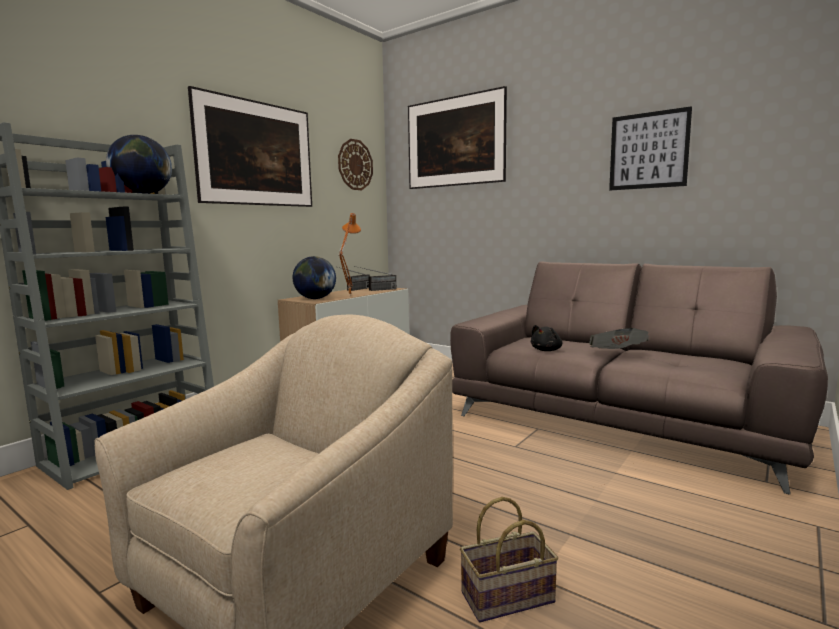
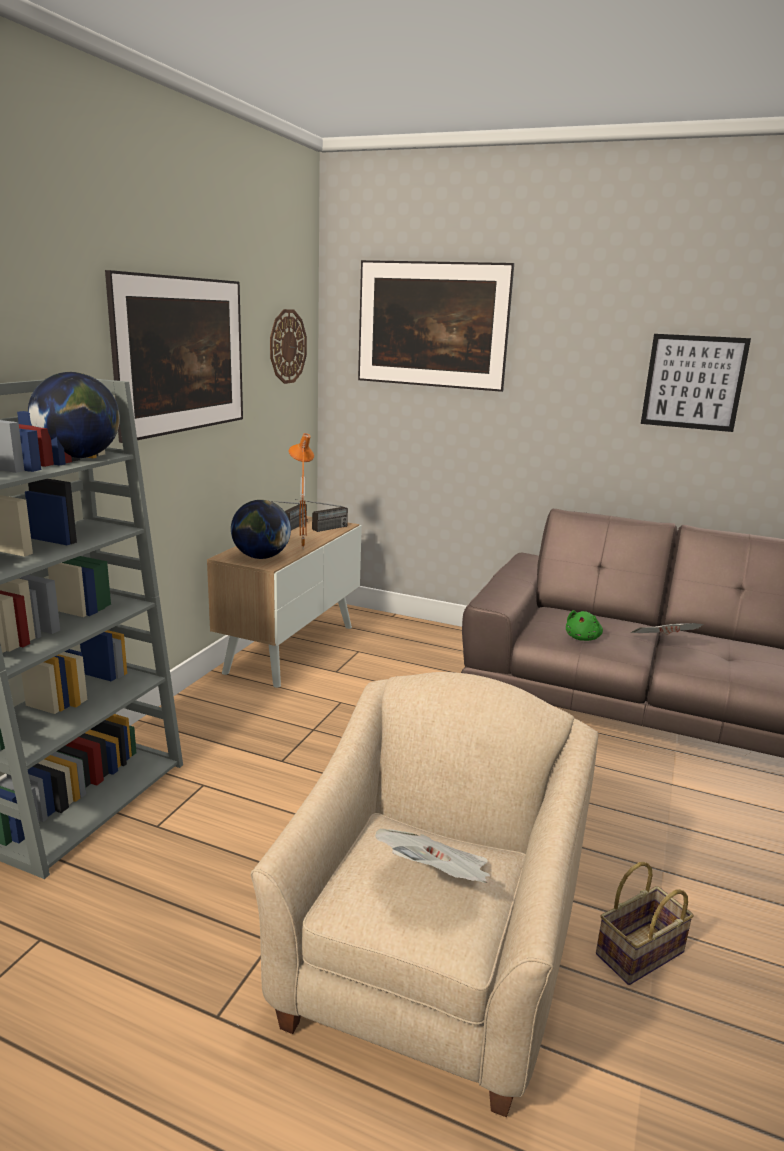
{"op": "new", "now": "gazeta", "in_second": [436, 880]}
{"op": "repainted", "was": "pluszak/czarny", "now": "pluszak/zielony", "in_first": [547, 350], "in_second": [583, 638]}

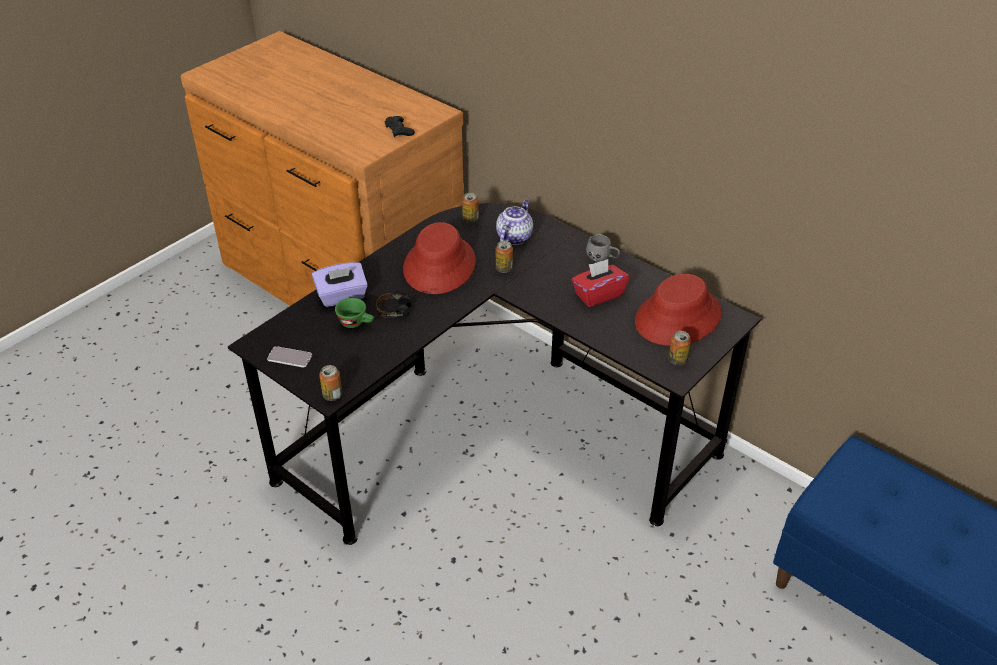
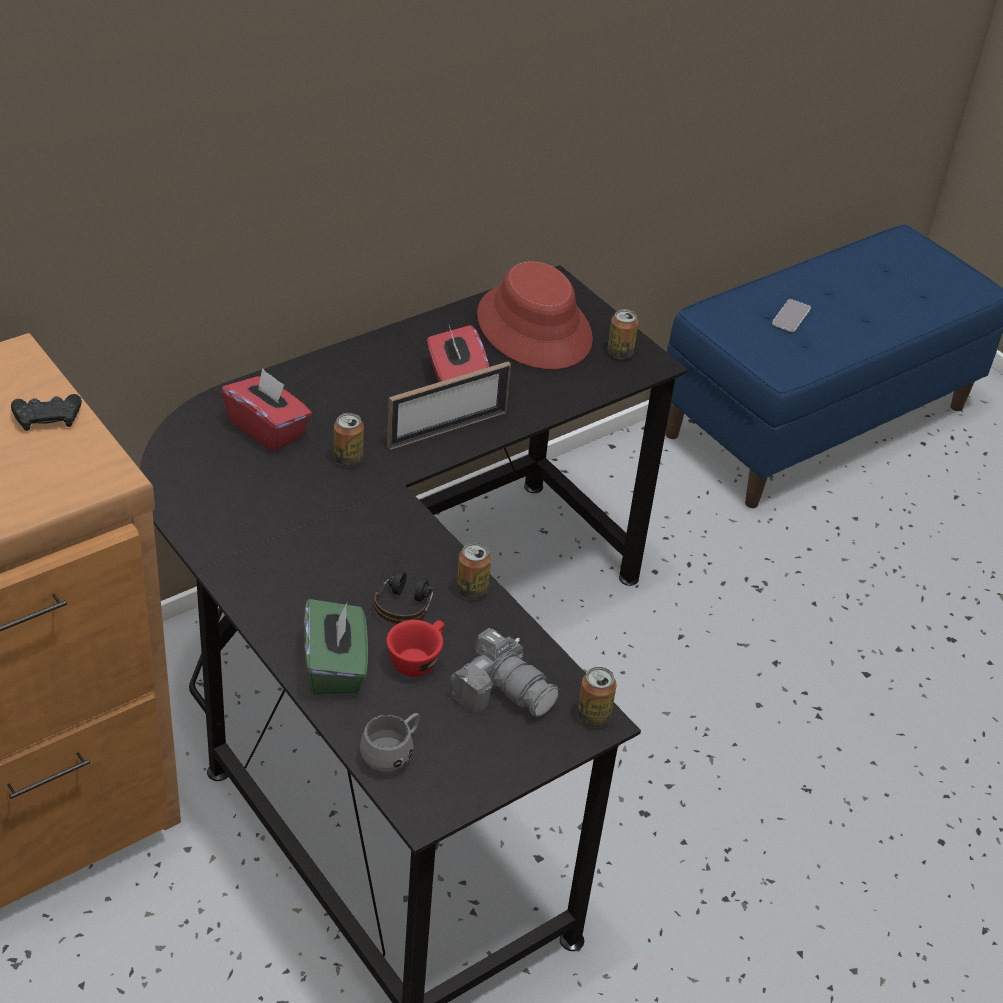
{"op": "gone", "was": "kapelusz/czerwony", "in_first": [440, 265]}
{"op": "new", "now": "ramka na zdjęcie", "in_second": [447, 429]}
{"op": "new", "now": "aparat fotograficzny", "in_second": [503, 691]}
{"op": "shifted", "was": "telefon", "in_first": [290, 357], "in_second": [791, 317]}
{"op": "shifted", "was": "puszka", "in_first": [470, 219], "in_second": [472, 591]}
{"op": "shifted", "was": "kubek/szary", "in_first": [602, 259], "in_second": [393, 754]}
{"op": "swapped", "was": "imbryk", "now": "pudełko chusteczek/czerwony", "in_first": [514, 237], "in_second": [268, 429]}
{"op": "repainted", "was": "pudełko chusteczek/fioletowy", "now": "pudełko chusteczek/zielony", "in_first": [342, 296], "in_second": [335, 667]}
{"op": "repainted", "was": "filiżanka/zielony", "now": "filiżanka/czerwony", "in_first": [356, 323], "in_second": [418, 659]}

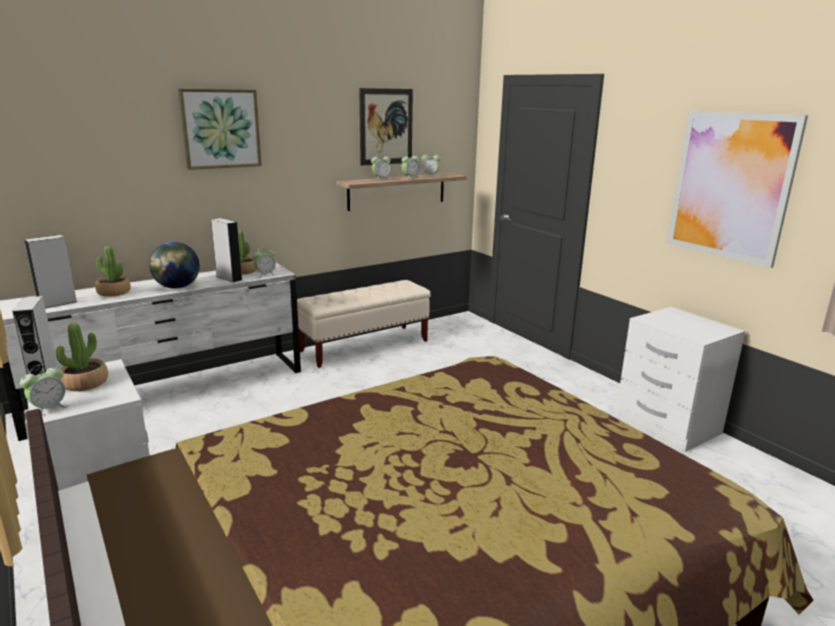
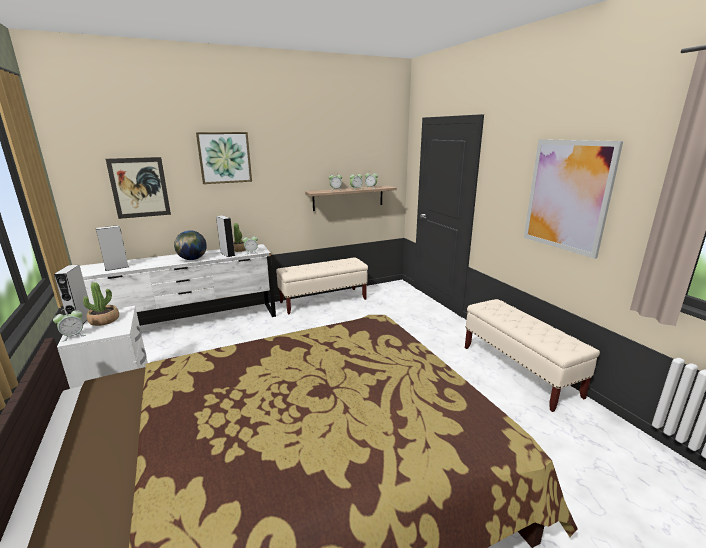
{"op": "gone", "was": "roślina doniczkowa", "in_first": [114, 292]}
{"op": "shifted", "was": "obraz", "in_first": [386, 127], "in_second": [139, 187]}
{"op": "swapped", "was": "szafka nocna/biały", "now": "ławka/beżowy", "in_first": [667, 425], "in_second": [519, 371]}

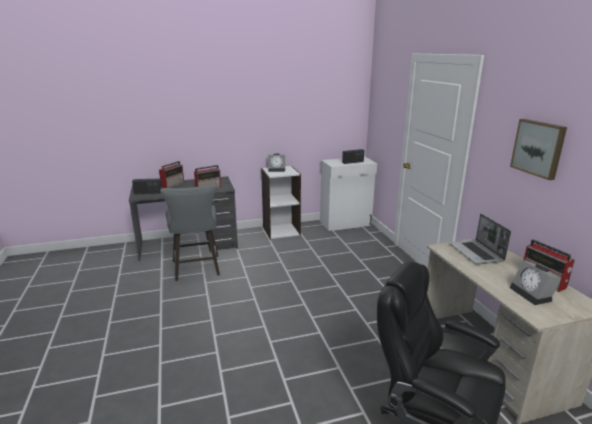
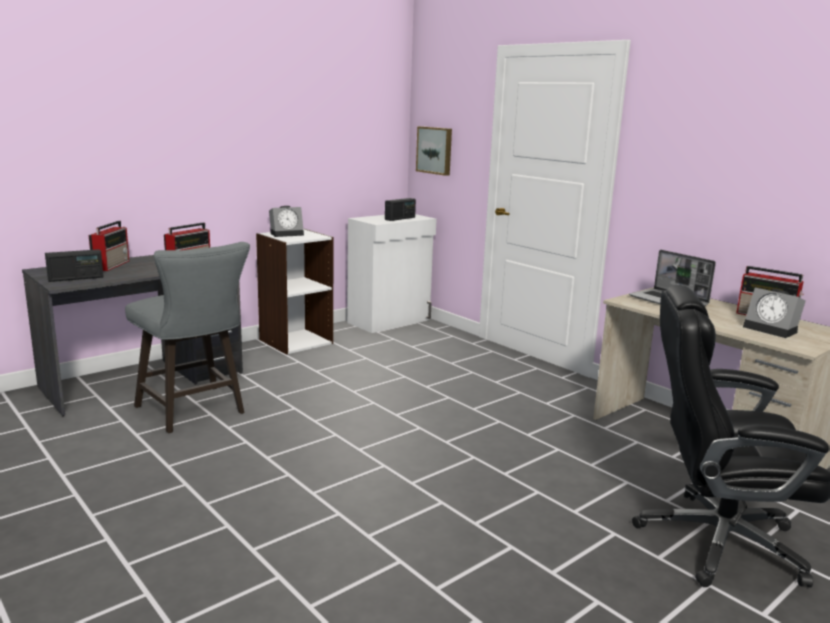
{"op": "shifted", "was": "obraz", "in_first": [538, 148], "in_second": [435, 150]}

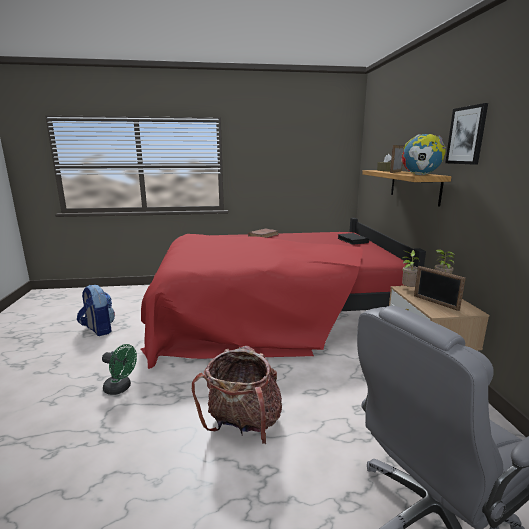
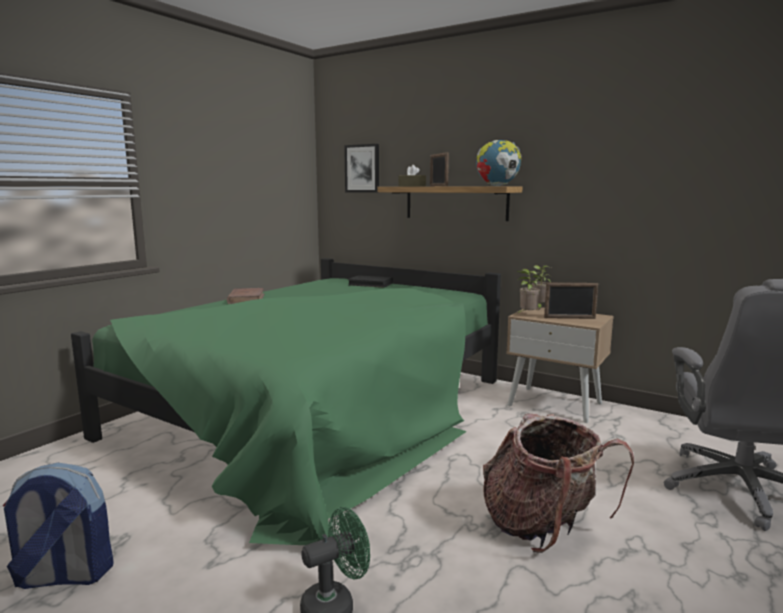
{"op": "shifted", "was": "obraz", "in_first": [466, 135], "in_second": [362, 168]}
{"op": "repainted", "was": "łóżko/czerwony", "now": "łóżko/zielony", "in_first": [273, 312], "in_second": [319, 412]}

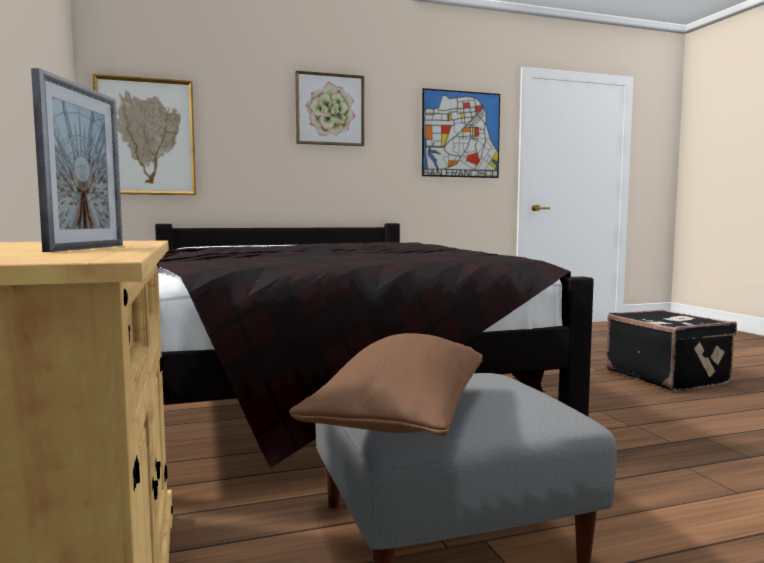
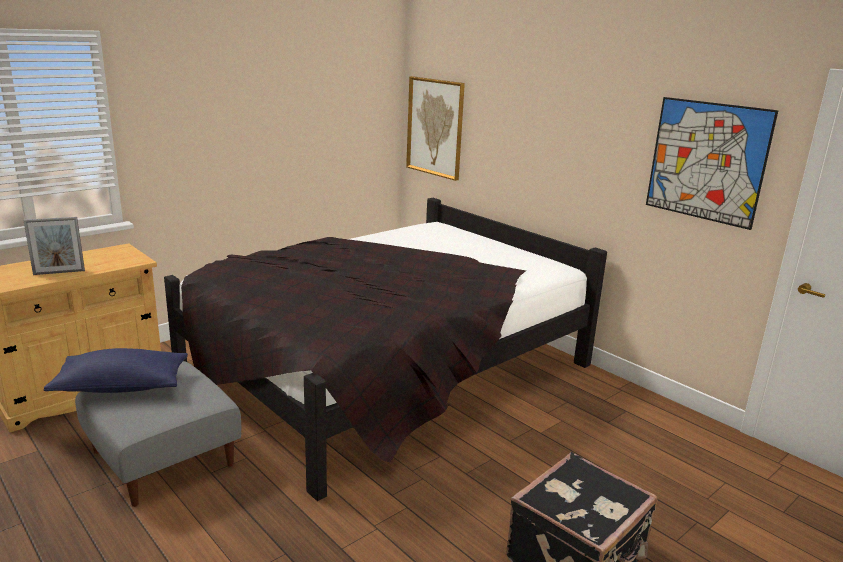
{"op": "gone", "was": "obraz", "in_first": [330, 109]}
{"op": "repainted", "was": "poduszka/brązowy", "now": "poduszka/niebieski", "in_first": [402, 417], "in_second": [122, 387]}

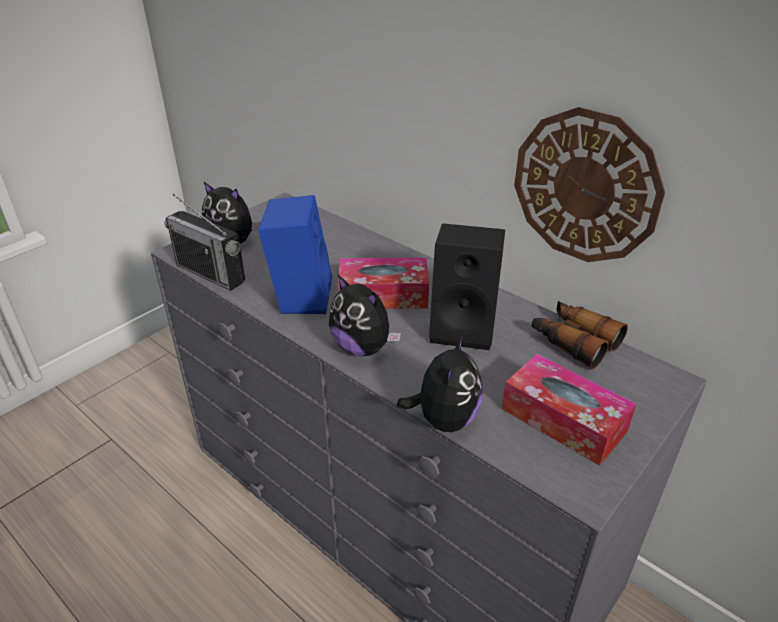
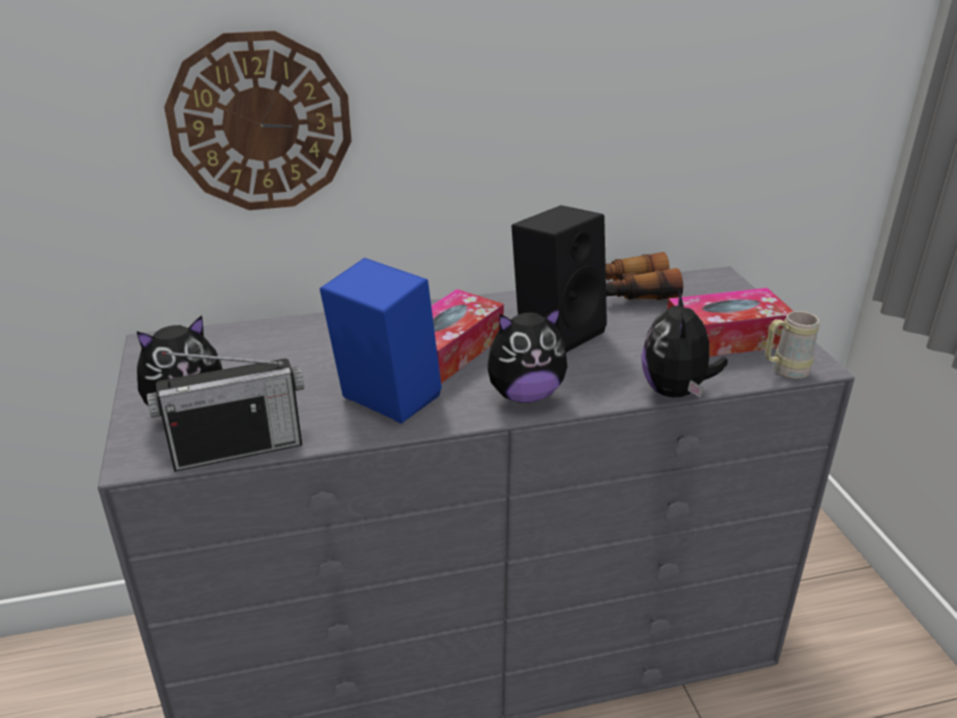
{"op": "new", "now": "kubek/beżowy", "in_second": [784, 371]}
{"op": "shifted", "was": "zegar ścienny", "in_first": [585, 187], "in_second": [260, 123]}
{"op": "rotated", "was": "pluszak", "in_first": [444, 419], "in_second": [676, 392], "clockwise": -135}

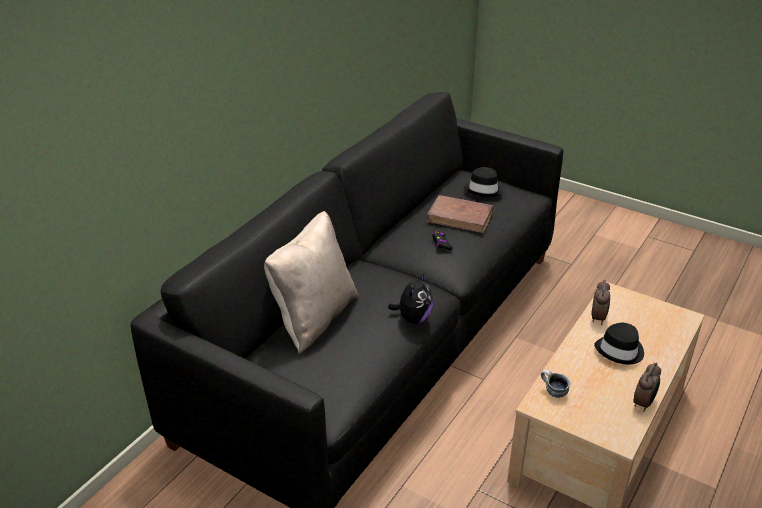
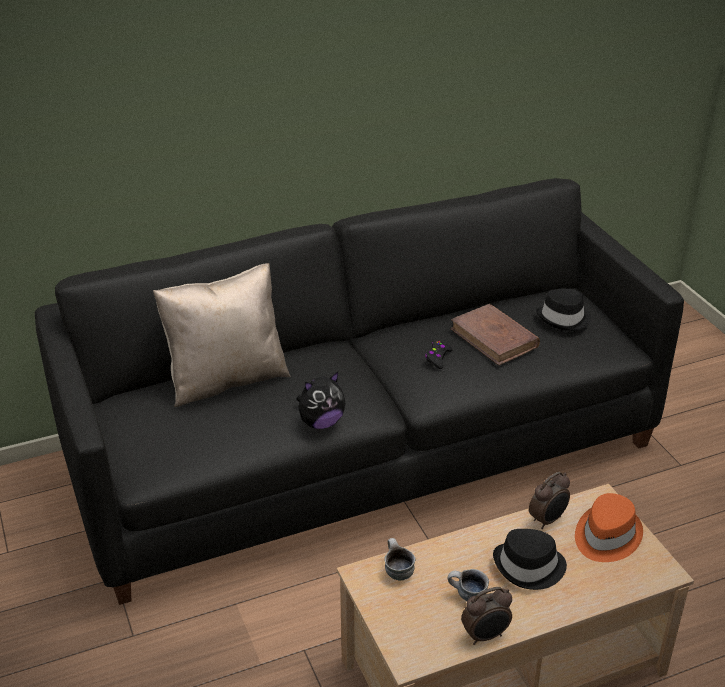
{"op": "new", "now": "kubek", "in_second": [467, 596]}
{"op": "new", "now": "kapelusz/pomarańczowy", "in_second": [606, 536]}

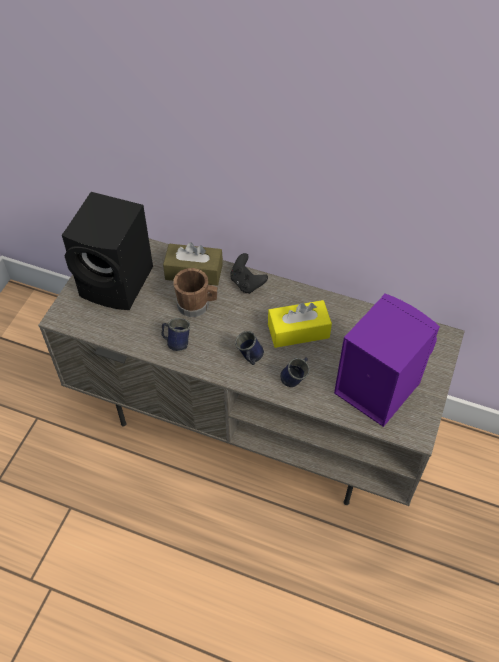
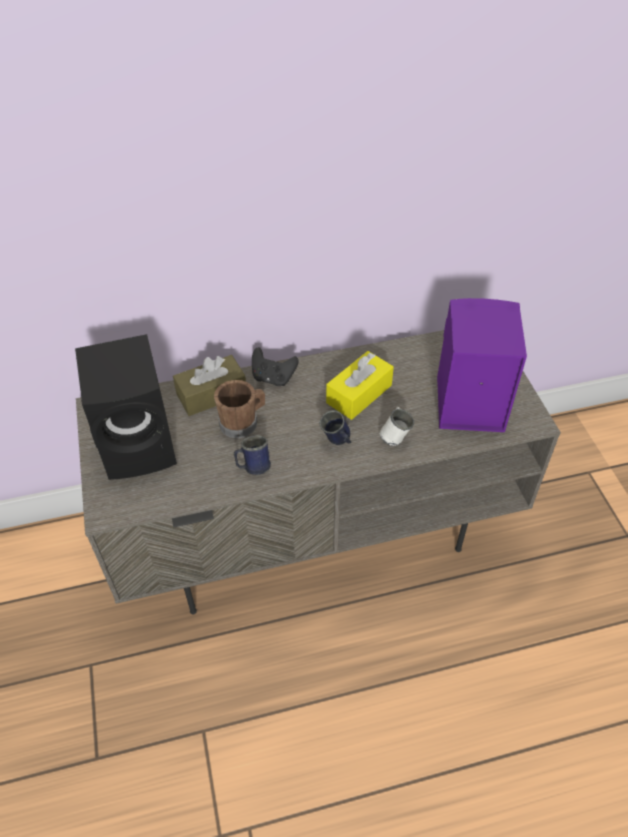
{"op": "repainted", "was": "kubek/niebieski", "now": "kubek/biały", "in_first": [295, 379], "in_second": [395, 435]}

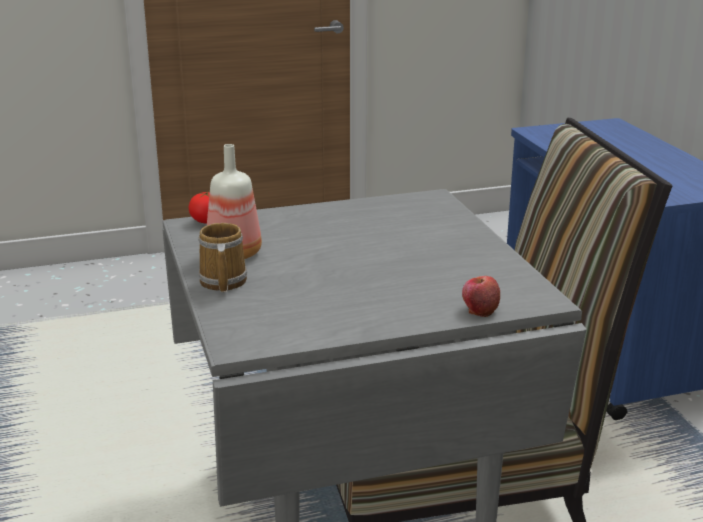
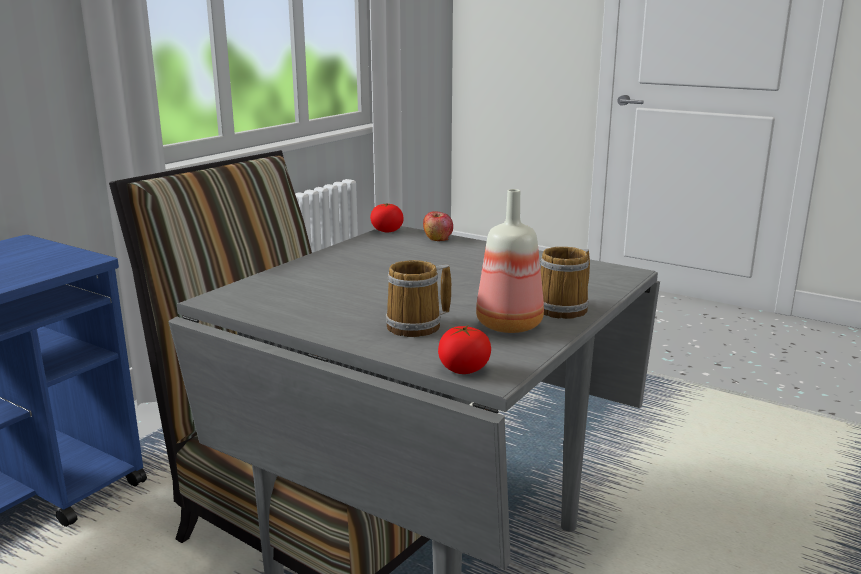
{"op": "new", "now": "pomidor", "in_second": [387, 231]}
{"op": "new", "now": "kubek", "in_second": [418, 326]}

